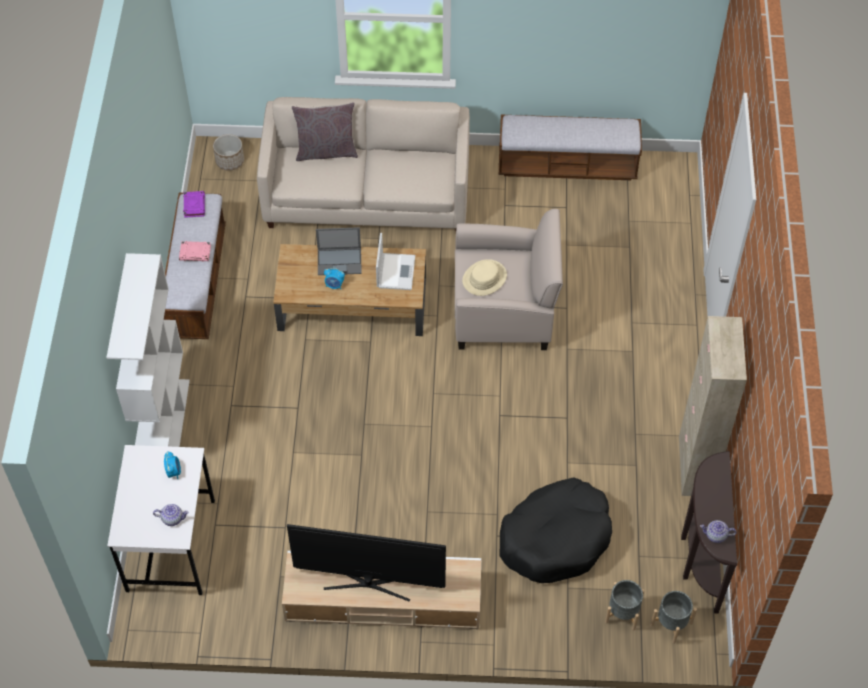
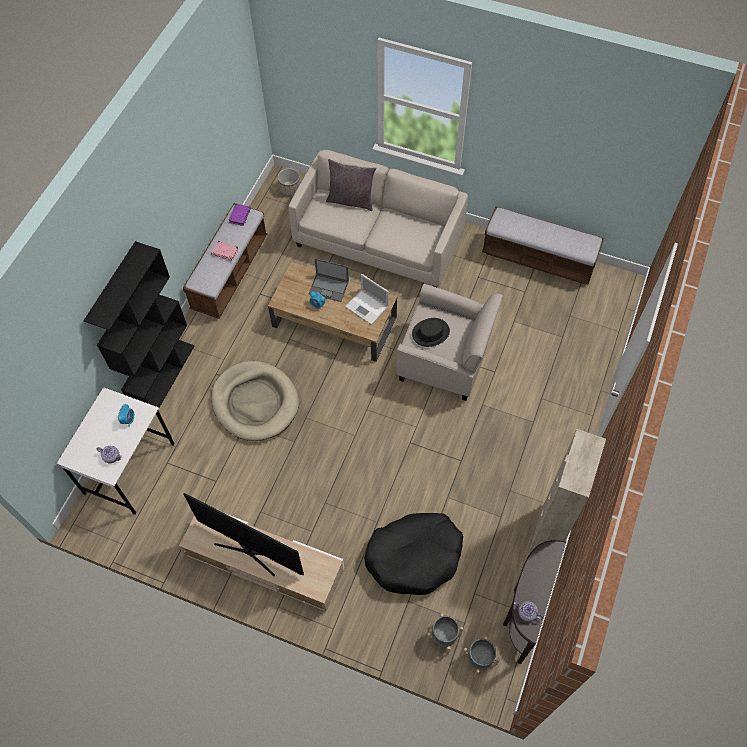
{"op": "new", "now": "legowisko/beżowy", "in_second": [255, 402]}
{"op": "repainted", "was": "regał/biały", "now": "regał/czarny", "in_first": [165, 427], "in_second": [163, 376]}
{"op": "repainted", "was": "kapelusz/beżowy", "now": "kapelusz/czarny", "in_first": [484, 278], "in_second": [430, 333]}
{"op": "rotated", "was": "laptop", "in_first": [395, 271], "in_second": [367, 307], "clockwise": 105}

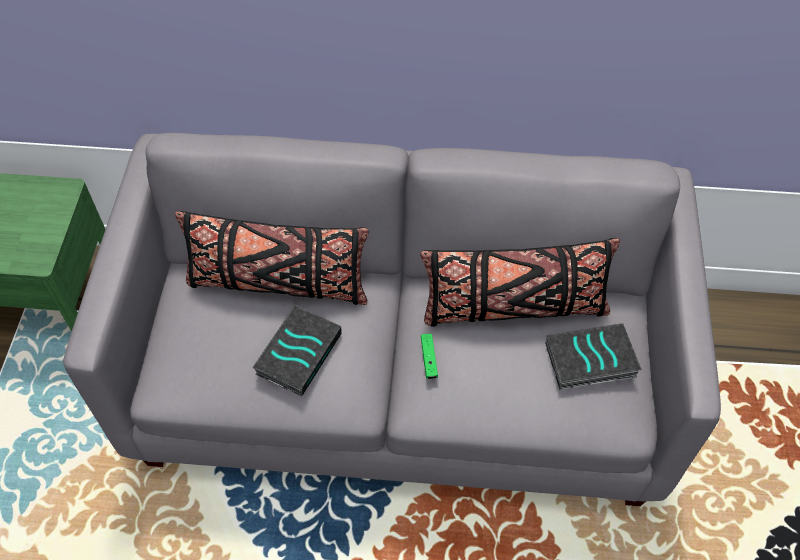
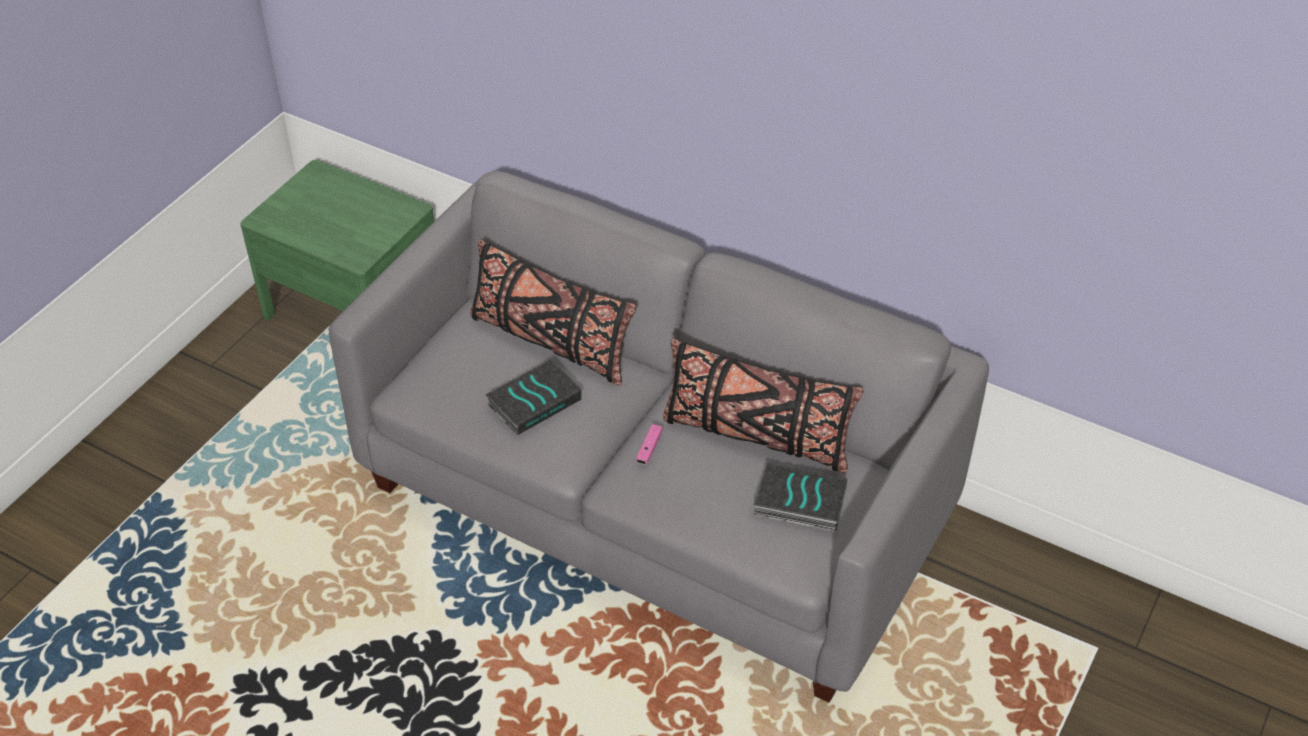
{"op": "repainted", "was": "pad do gier/zielony", "now": "pad do gier/różowy", "in_first": [429, 359], "in_second": [649, 448]}

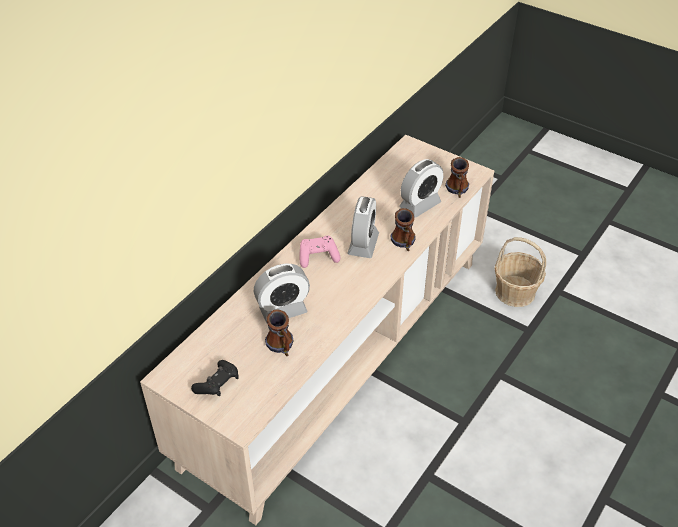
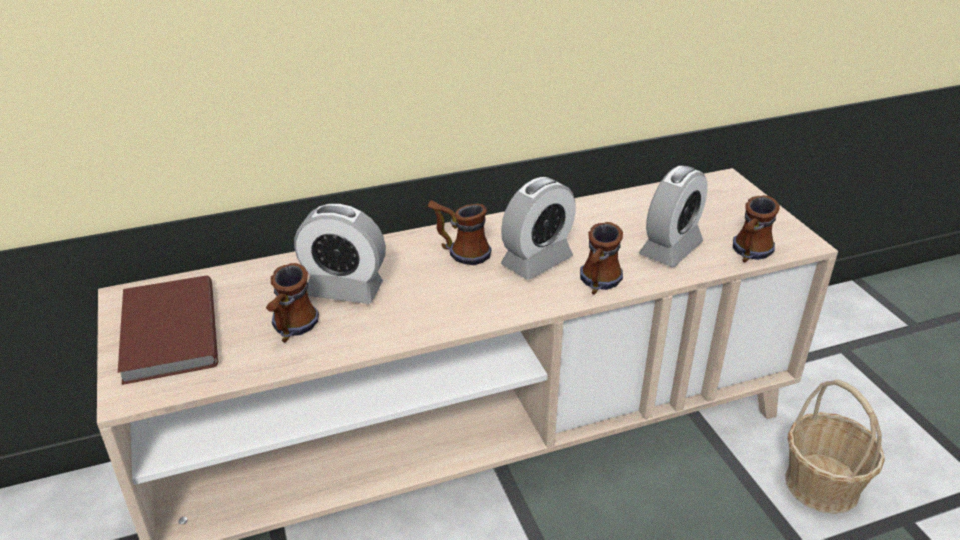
{"op": "swapped", "was": "pad do gier/czarny", "now": "książka/brązowy", "in_first": [218, 385], "in_second": [166, 334]}
{"op": "swapped", "was": "pad do gier/różowy", "now": "kubek", "in_first": [318, 257], "in_second": [460, 251]}
{"op": "rotated", "was": "budzik", "in_first": [420, 205], "in_second": [670, 249], "clockwise": -45}

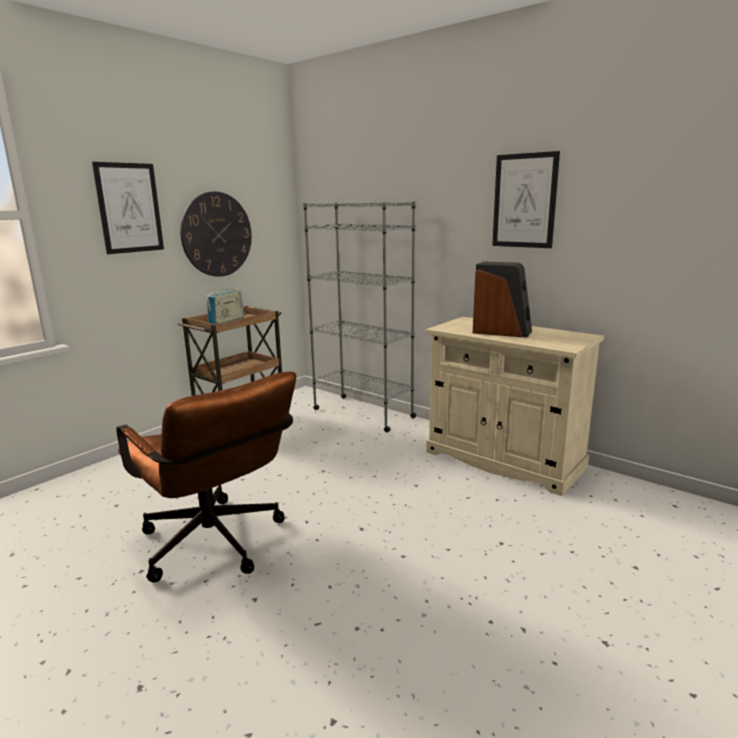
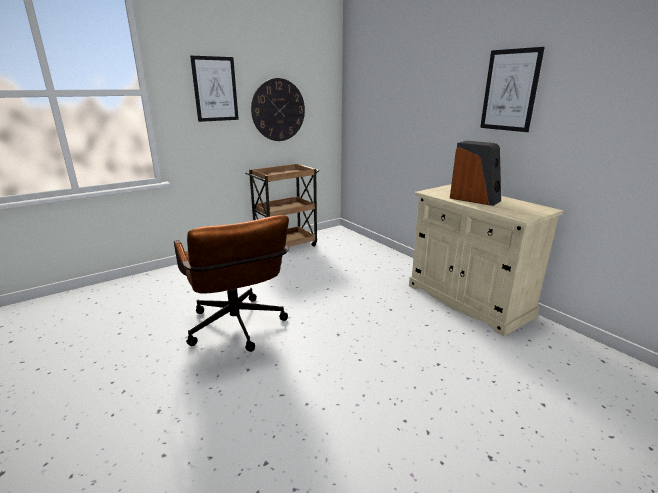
{"op": "gone", "was": "radio", "in_first": [226, 320]}
{"op": "gone", "was": "regał/szary", "in_first": [363, 413]}

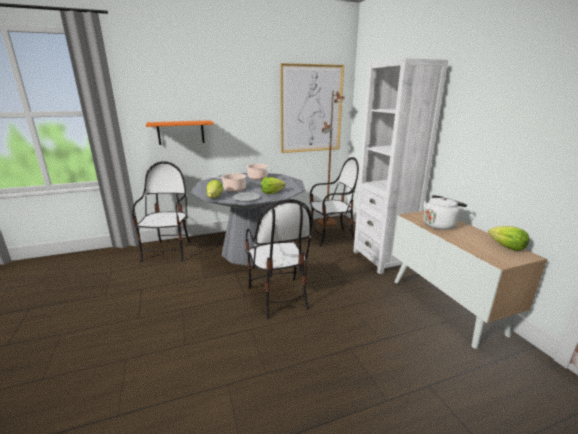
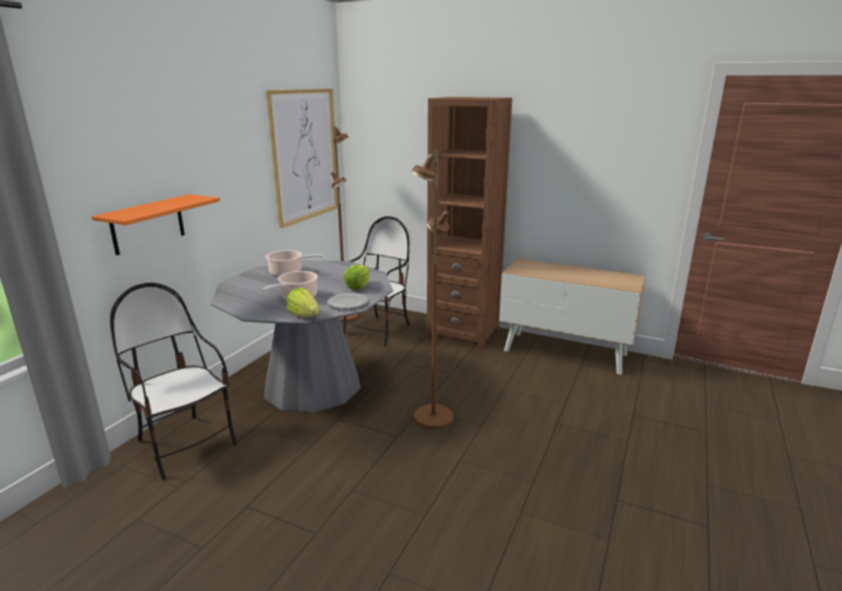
{"op": "gone", "was": "czajnik/biały", "in_first": [440, 225]}
{"op": "gone", "was": "sałata", "in_first": [506, 247]}
{"op": "swapped", "was": "krzesło", "now": "lampa stojąca/brązowy", "in_first": [278, 297], "in_second": [432, 417]}
{"op": "repainted", "was": "regał/biały", "now": "regał/brązowy", "in_first": [382, 258], "in_second": [463, 333]}

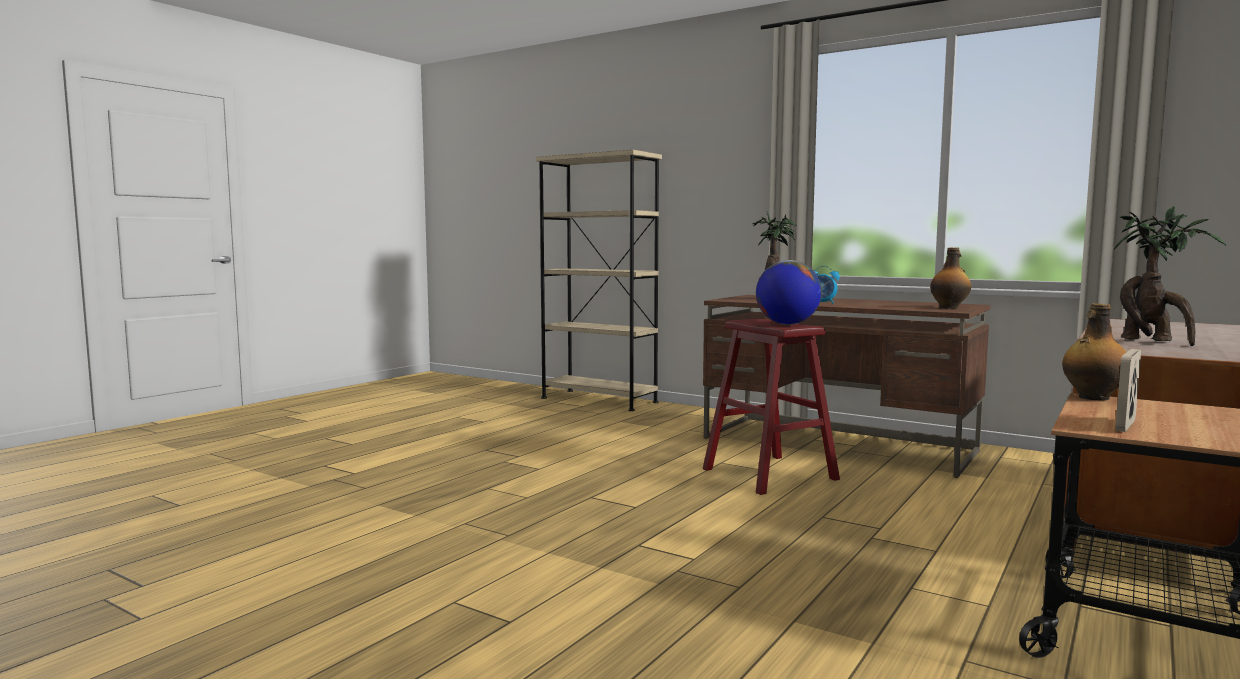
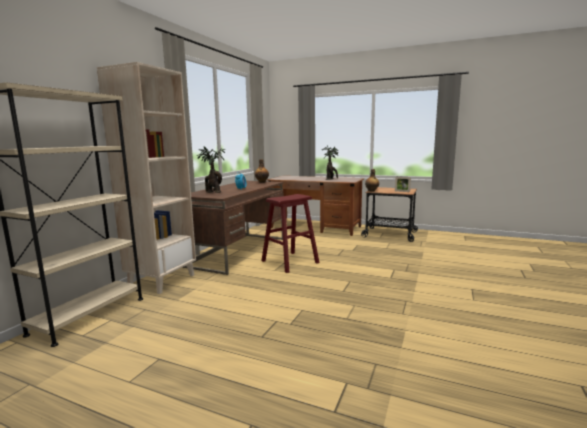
{"op": "gone", "was": "globus", "in_first": [787, 324]}
{"op": "new", "now": "regał/beżowy", "in_second": [162, 280]}

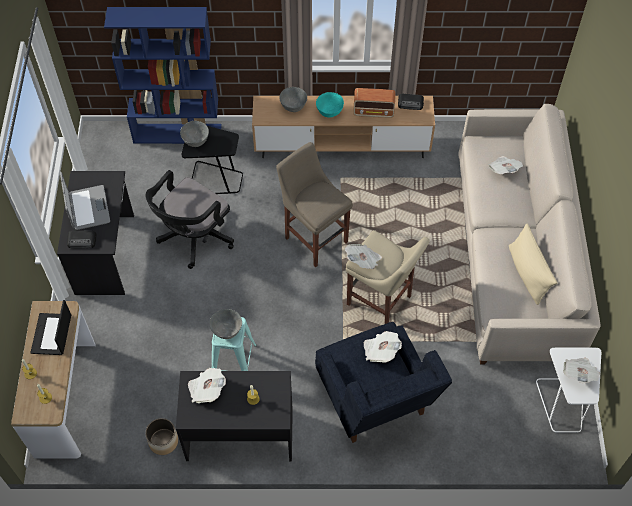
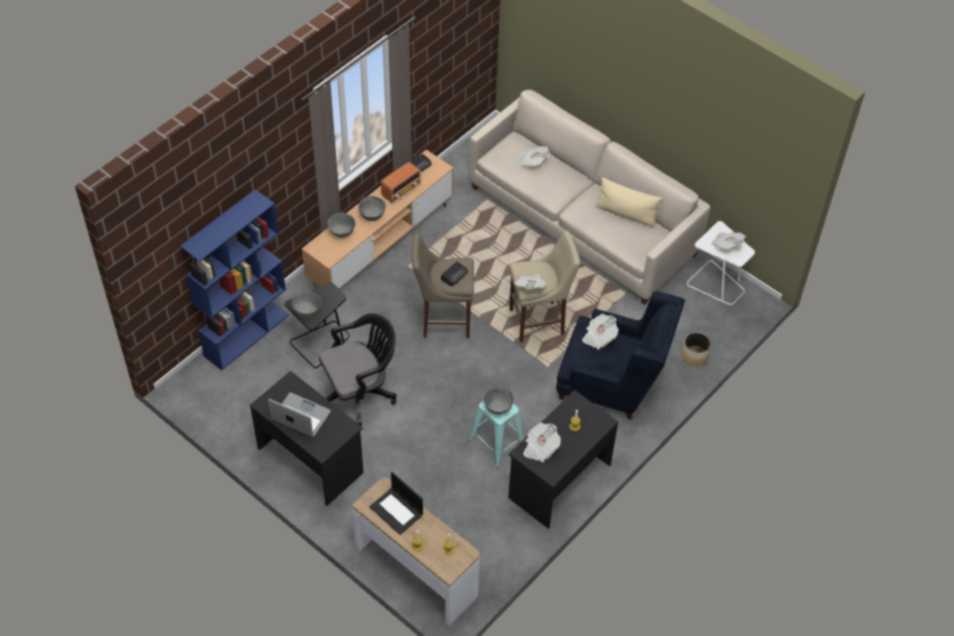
{"op": "shifted", "was": "radio", "in_first": [82, 240], "in_second": [454, 275]}
{"op": "shifted", "was": "donica", "in_first": [163, 441], "in_second": [694, 356]}
{"op": "repainted", "was": "miska/turkusowy", "now": "miska/szary", "in_first": [329, 112], "in_second": [372, 216]}
{"op": "rotated", "was": "krzesło biurowe/czarny", "in_first": [193, 238], "in_second": [360, 393], "clockwise": -105}

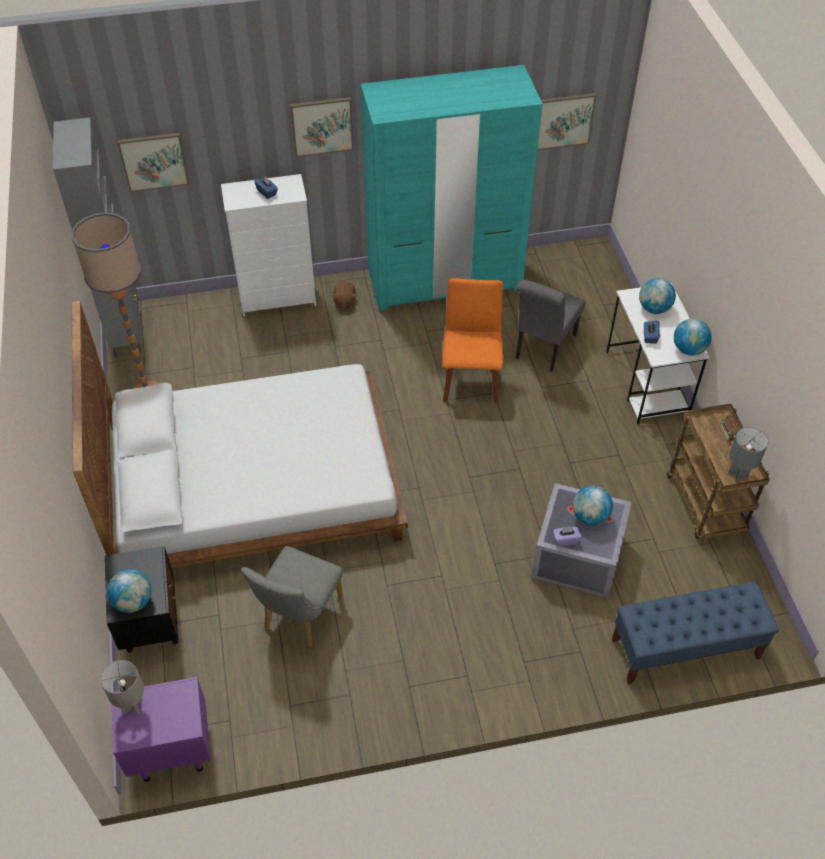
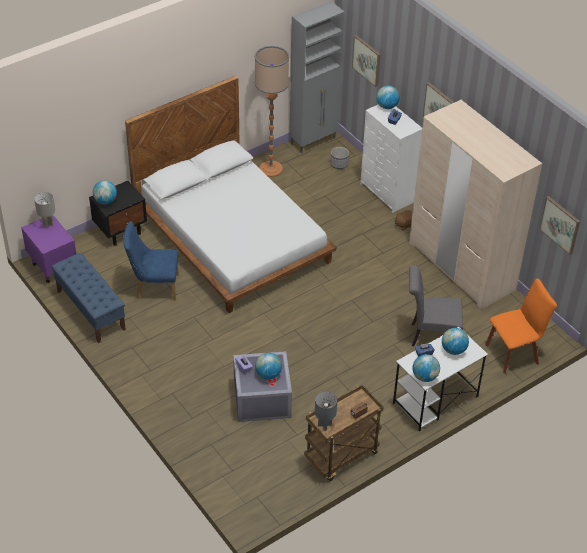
{"op": "new", "now": "donica", "in_second": [339, 164]}
{"op": "new", "now": "globus", "in_second": [387, 106]}
{"op": "shifted", "was": "krzesło/pomarańczowy", "in_first": [470, 380], "in_second": [514, 353]}
{"op": "shifted", "was": "ławka/niebieski", "in_first": [685, 649], "in_second": [90, 310]}
{"op": "repainted", "was": "krzesło/szary", "now": "krzesło/niebieski", "in_first": [299, 617], "in_second": [153, 287]}
{"op": "repainted", "was": "szafa/turkusowy", "now": "szafa/beżowy", "in_first": [444, 280], "in_second": [461, 266]}

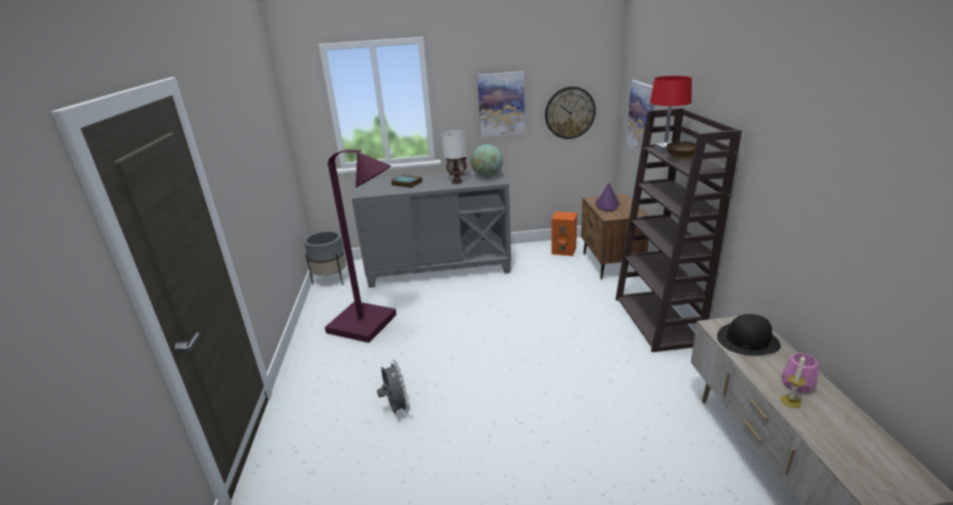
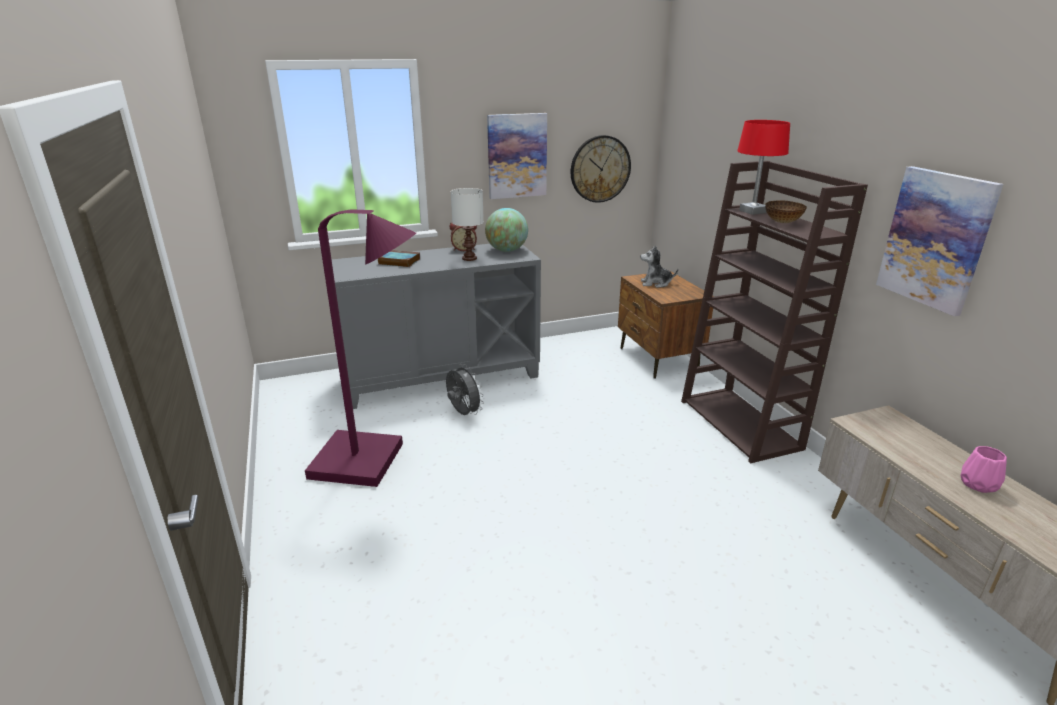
{"op": "gone", "was": "donica/szary", "in_first": [331, 280]}
{"op": "gone", "was": "głośnik/pomarańczowy", "in_first": [564, 250]}
{"op": "gone", "was": "kapelusz/czarny", "in_first": [747, 340]}
{"op": "gone", "was": "świeca", "in_first": [790, 401]}
{"op": "shifted", "was": "wentylator/szary", "in_first": [396, 408], "in_second": [463, 413]}
{"op": "shifted", "was": "obraz", "in_first": [641, 117], "in_second": [935, 239]}
{"op": "swapped", "was": "kapelusz/fioletowy", "now": "pluszak", "in_first": [607, 204], "in_second": [655, 283]}

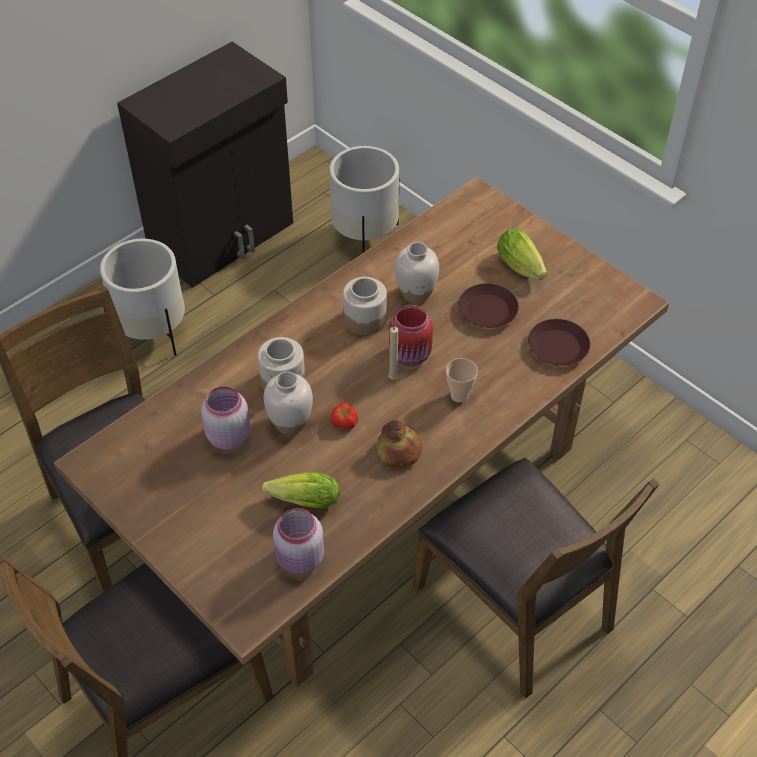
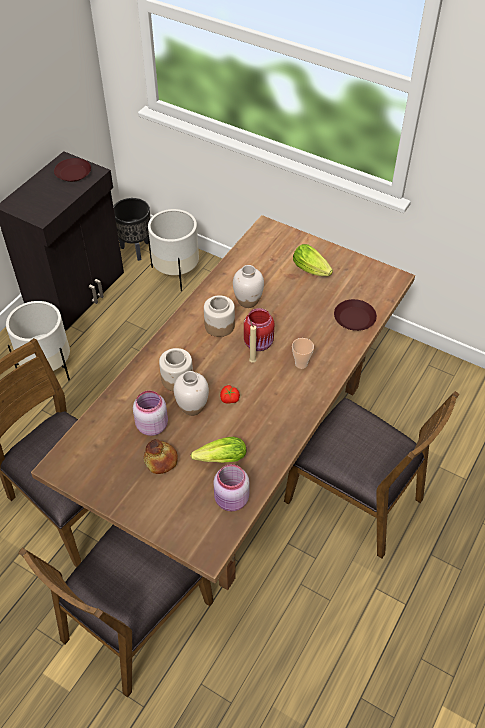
{"op": "new", "now": "donica/czarny", "in_second": [136, 250]}
{"op": "shifted", "was": "chleb", "in_first": [398, 451], "in_second": [160, 461]}
{"op": "shifted", "was": "talerz/brązowy", "in_first": [488, 310], "in_second": [73, 173]}

